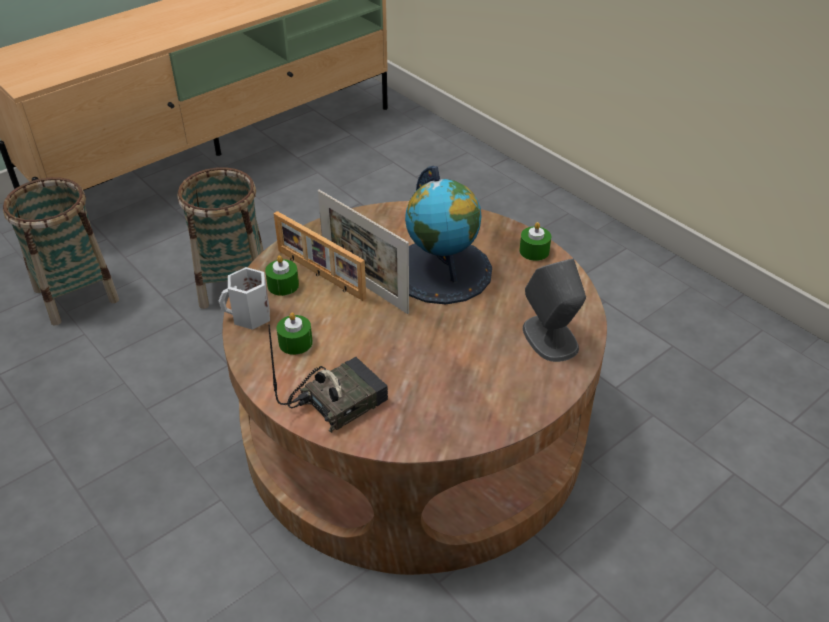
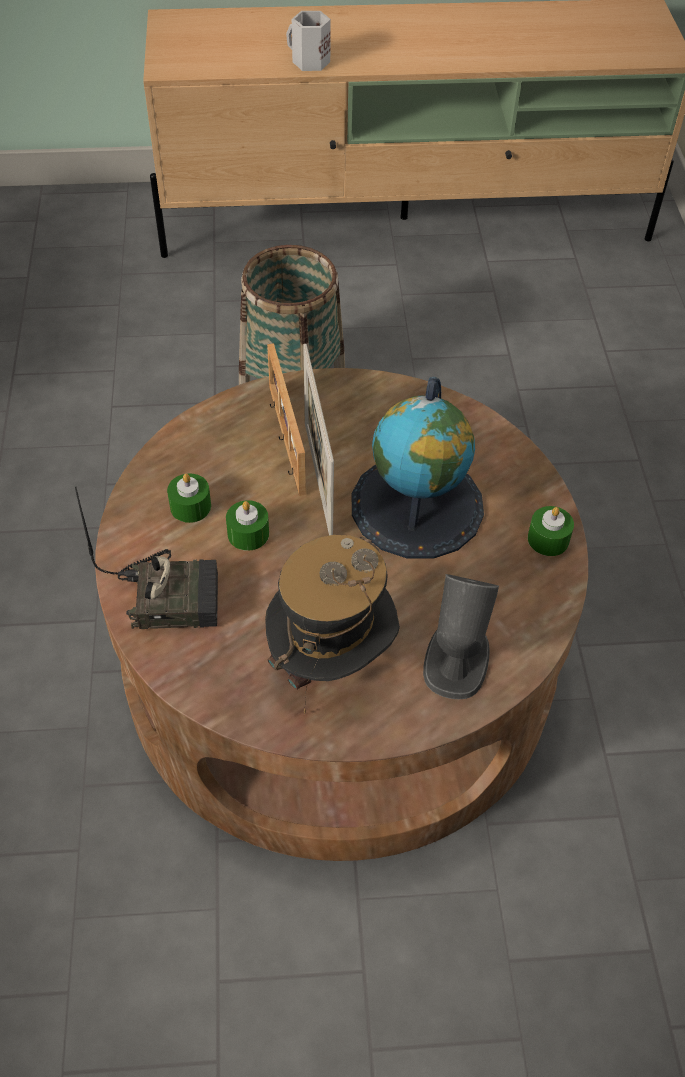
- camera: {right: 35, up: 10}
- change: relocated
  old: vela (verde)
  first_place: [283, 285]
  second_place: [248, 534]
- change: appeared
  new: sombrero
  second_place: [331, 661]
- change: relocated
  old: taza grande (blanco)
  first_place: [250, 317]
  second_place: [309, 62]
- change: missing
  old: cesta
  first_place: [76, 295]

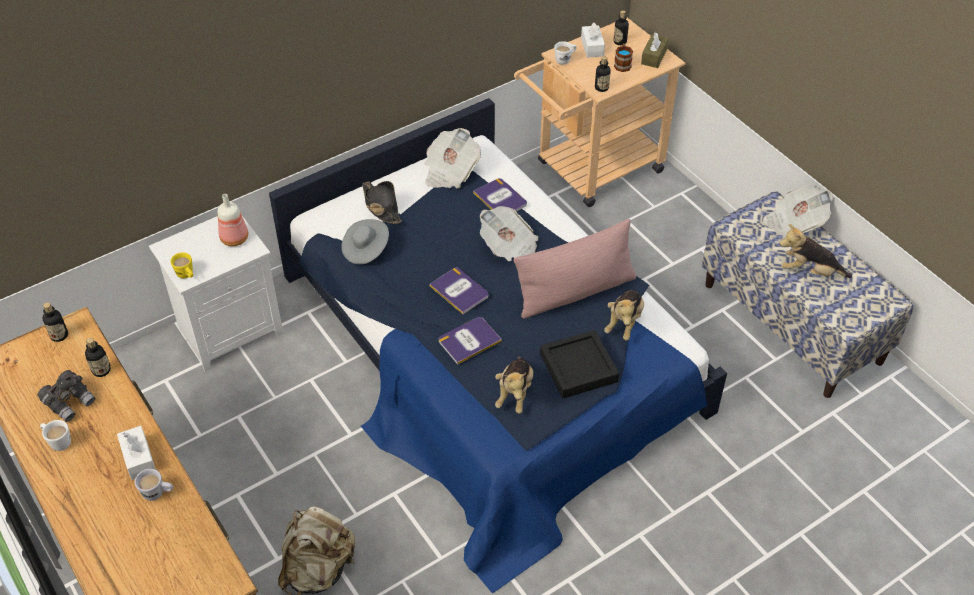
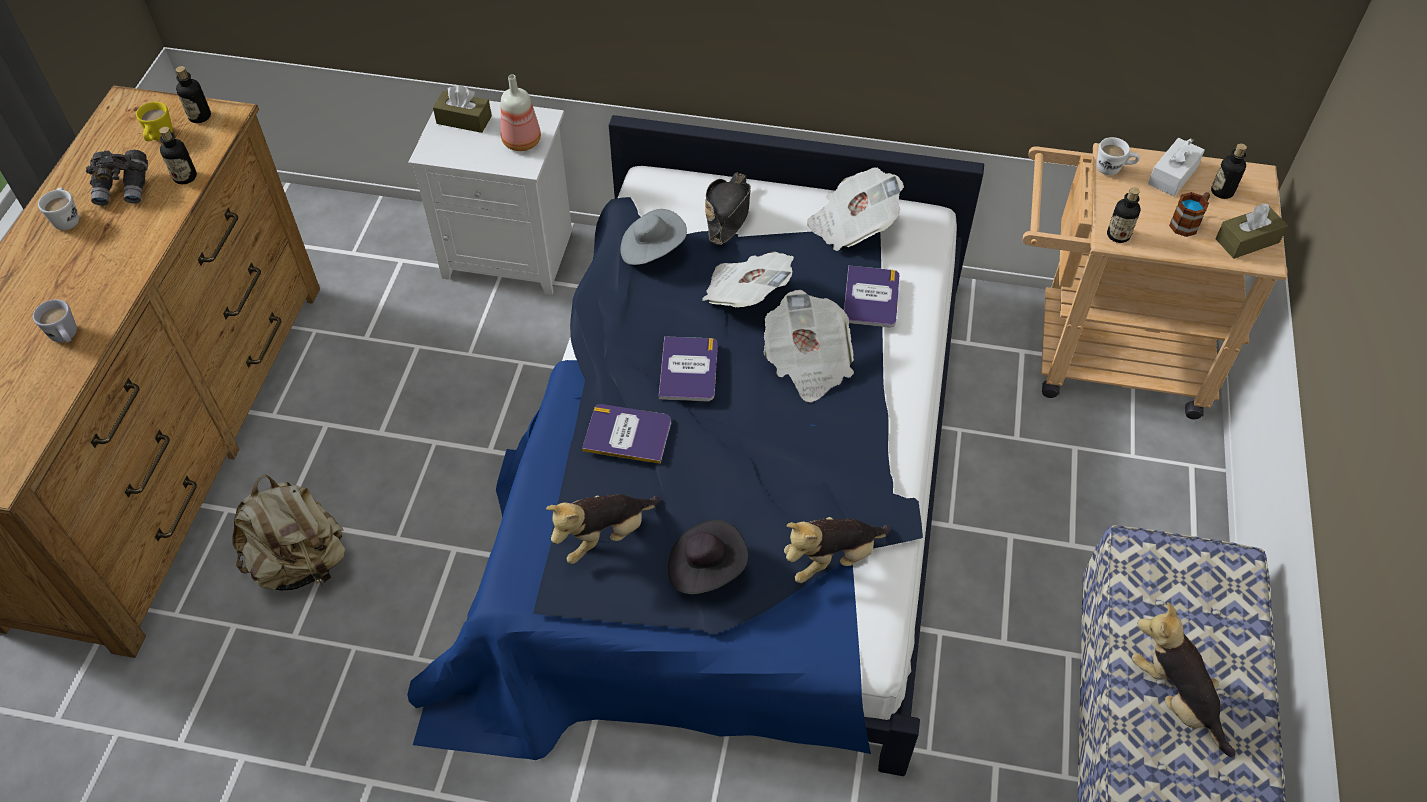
- camera: {right: 45, up: 5}
- change: relocated
  old: taza grande (amarillo)
  first_place: [186, 275]
  second_place: [159, 138]
- change: appeared
  new: caja de pañuelos (marrón)
  second_place: [464, 120]
- change: exchanged
  old: bandeja (negro)
  new: sombrero (negro)
  first_place: [578, 368]
  second_place: [706, 567]
- change: relocated
  old: periódico
  first_place: [794, 223]
  second_place: [746, 294]
- change: missing
  old: caja de pañuelos (blanco)
  first_place: [138, 458]
- change: missing
  old: cojín (rosa)
  first_place: [575, 292]

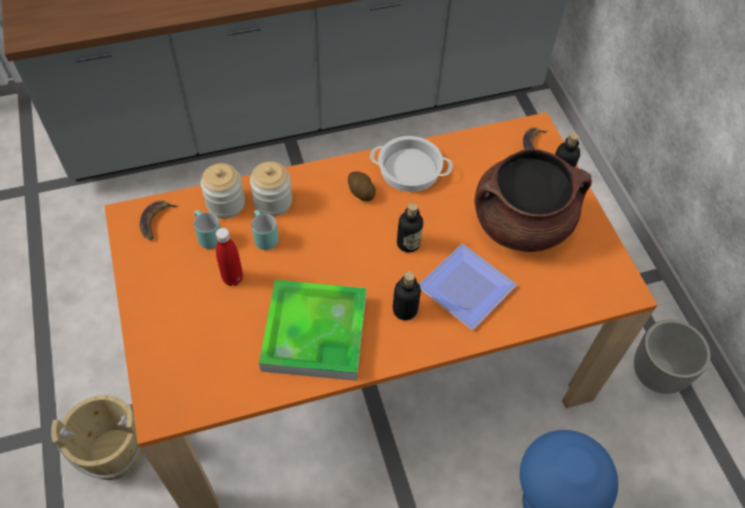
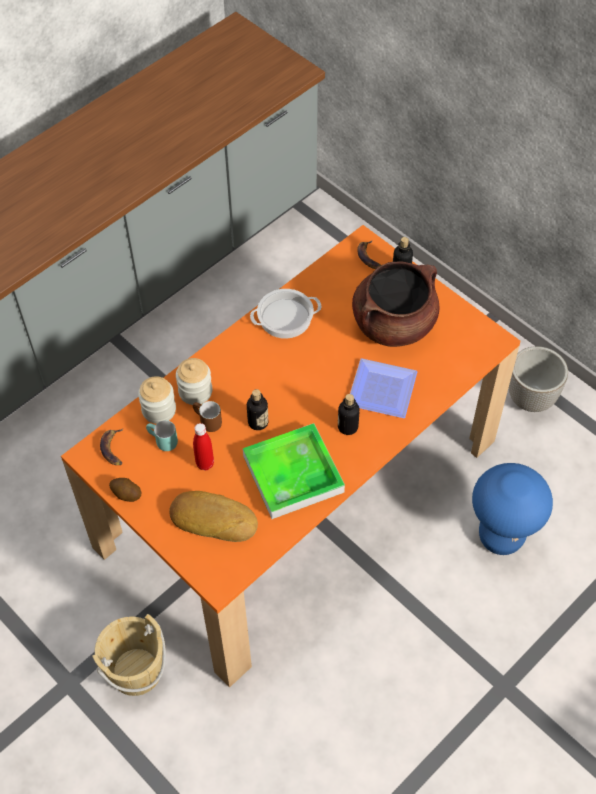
- camera: {right: -25, up: 0}
- change: relocated
  old: patata
  first_place: [360, 192]
  second_place: [126, 494]
- change: appeared
  new: pan
  second_place: [213, 518]
- change: colour
  old: taza grande (turquesa)
  new: taza grande (marrón)
  first_place: [262, 237]
  second_place: [206, 422]
- change: relocated
  old: botella
  first_place: [408, 243]
  second_place: [258, 422]

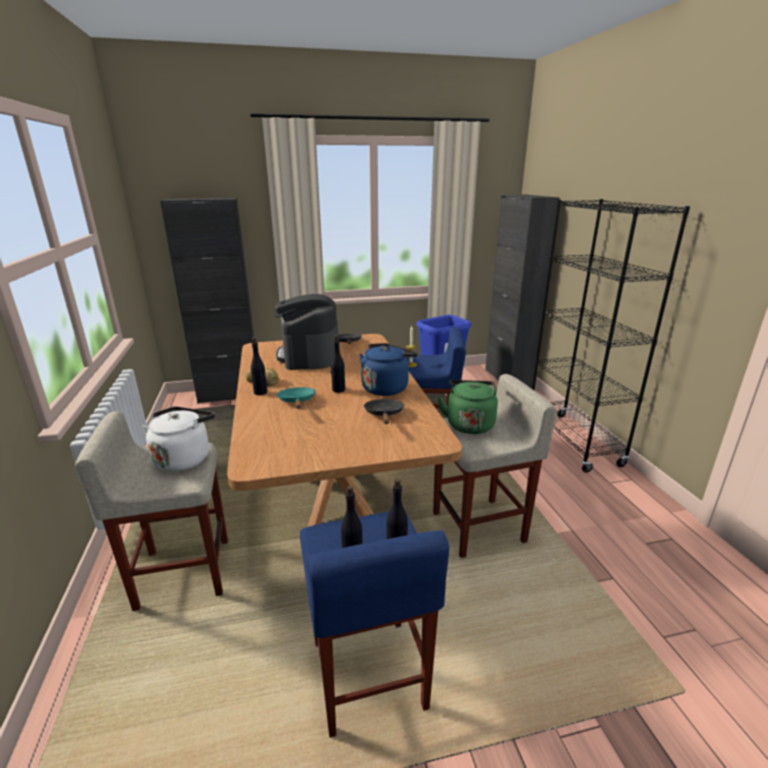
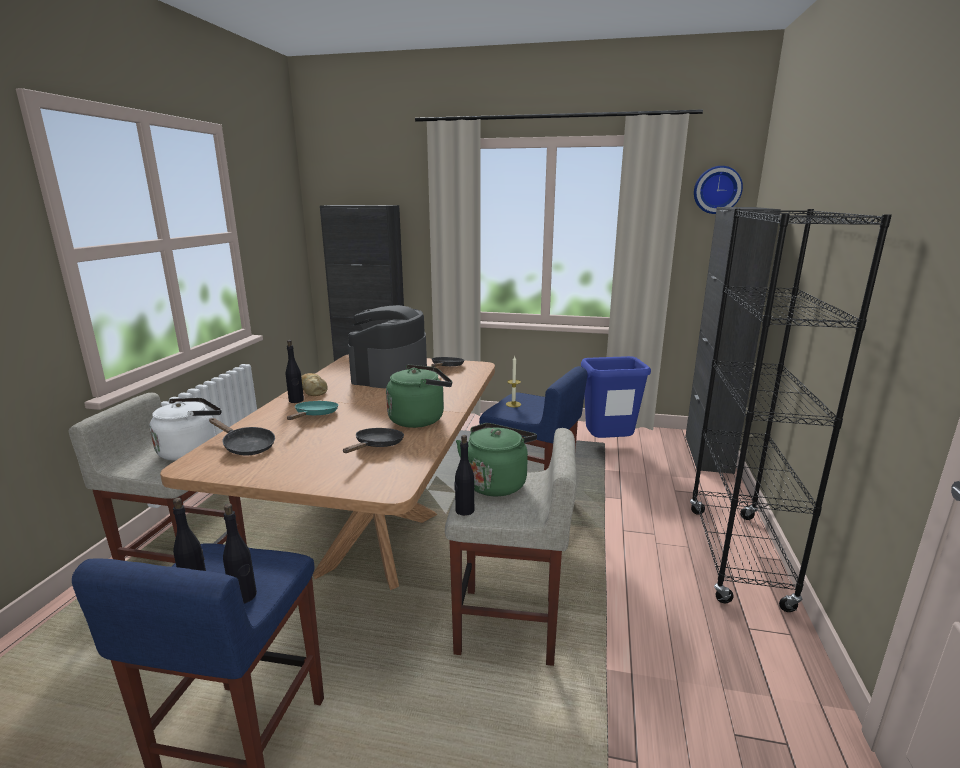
- camera: {right: 25, up: -5}
- change: appeared
  new: sartén (negro)
  second_place: [246, 446]
- change: colour
  old: hervidor (azul)
  new: hervidor (verde)
  first_place: [386, 387]
  second_place: [420, 419]
- change: relocated
  old: botella (negro)
  first_place: [338, 390]
  second_place: [464, 510]
- change: appeared
  new: reloj de pared
  second_place: [717, 190]

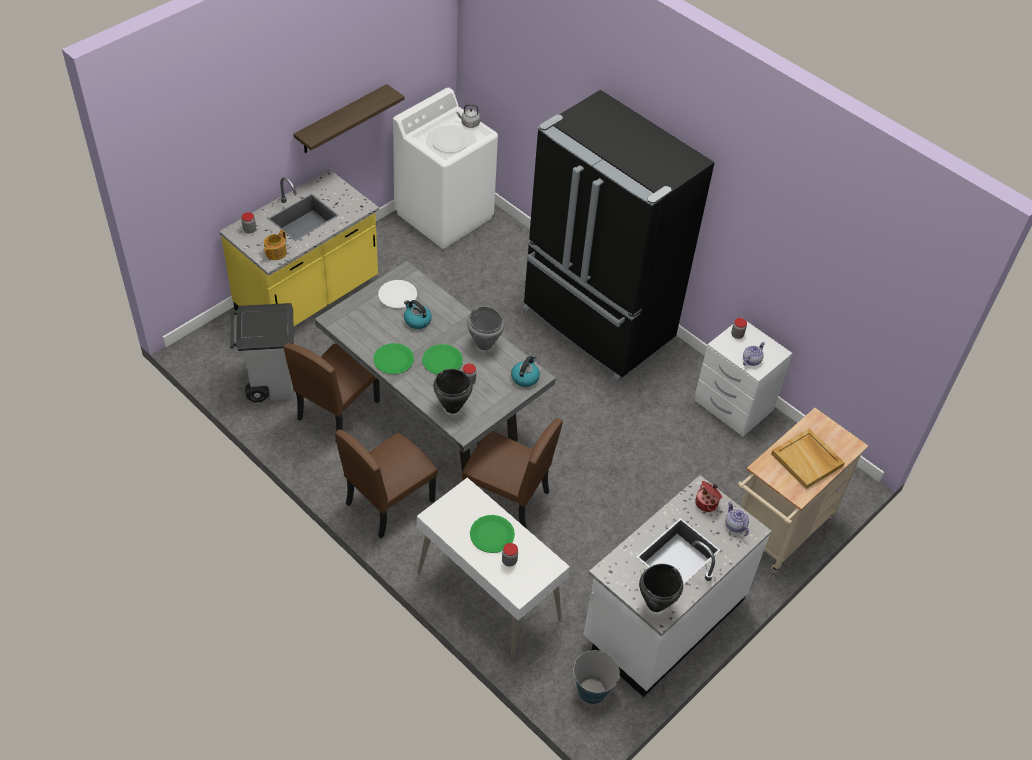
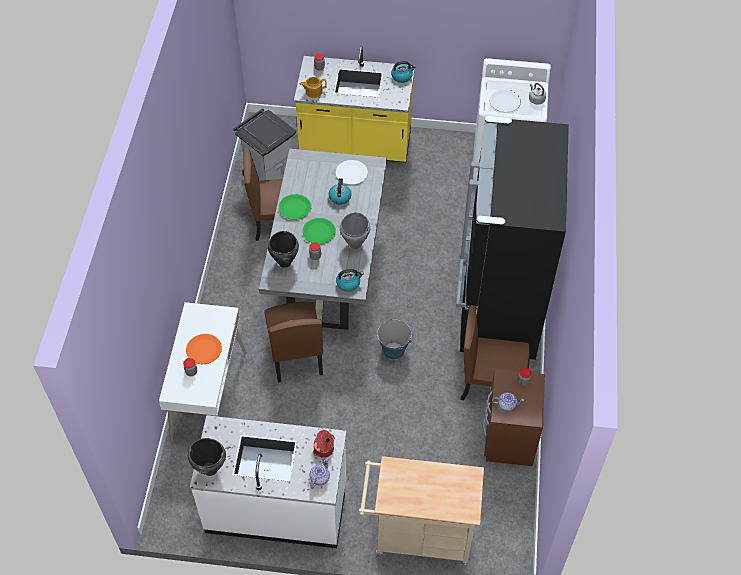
- camera: {right: 55, up: 5}
- change: colour
  old: plato (verde)
  new: plato (naranja)
  first_place: [492, 535]
  second_place: [204, 350]
- change: relocated
  old: cubo
  first_place: [592, 690]
  second_place: [393, 350]
- change: appeared
  new: hervidor
  second_place: [402, 76]
- change: relocated
  old: silla (marrón)
  first_place: [389, 501]
  second_place: [491, 383]
- change: colour
  old: mesita de noche (blanco)
  new: mesita de noche (marrón)
  first_place: [732, 406]
  second_place: [508, 437]
- change: missing
  old: estante
  first_place: [341, 120]
- change: missing
  old: bandeja (beis)
  first_place: [807, 460]

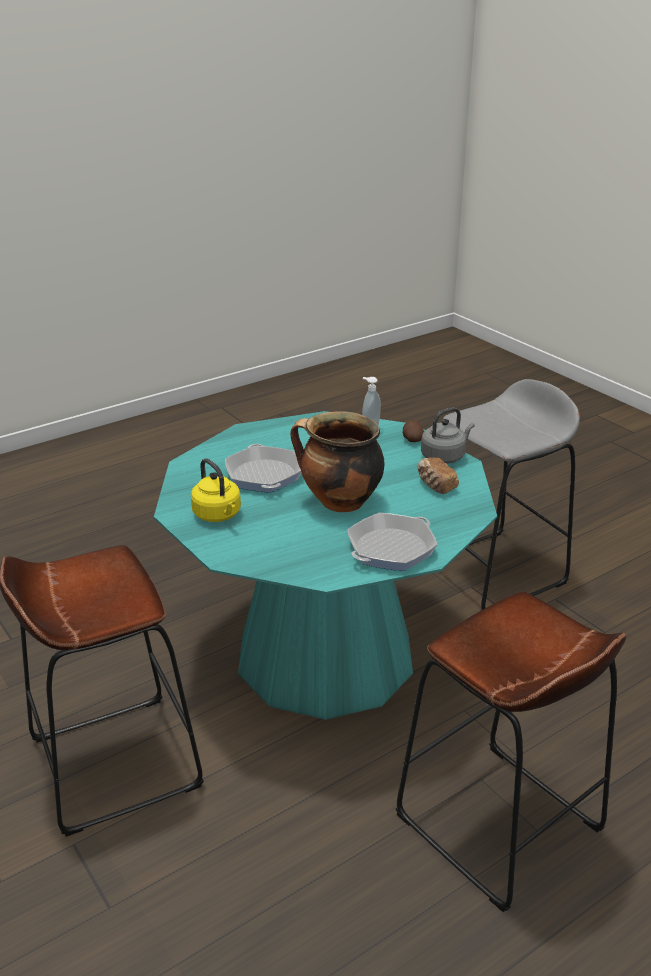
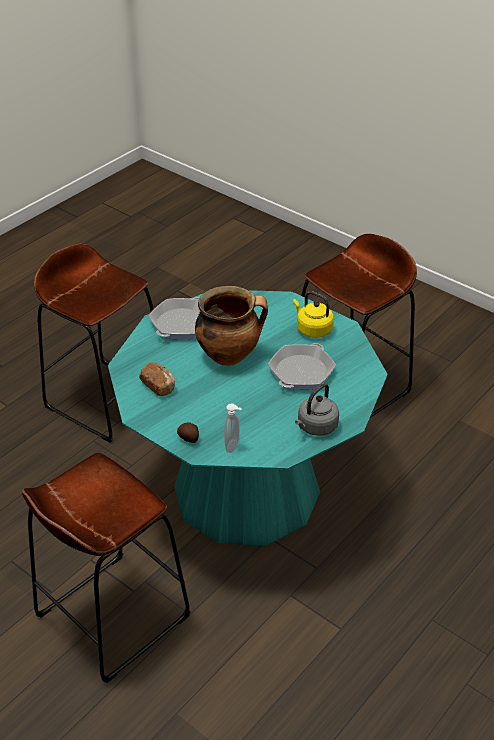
- camera: {right: 165, up: 10}
- change: colour
  old: taburete (gris)
  new: taburete (marrón)
  first_place: [492, 572]
  second_place: [112, 616]
- change: spun
  old: sartén
  first_place: [263, 475]
  second_place: [301, 372]
  degrees: 60
- change: relocated
  old: hervidor (gris)
  first_place: [444, 456]
  second_place: [316, 427]

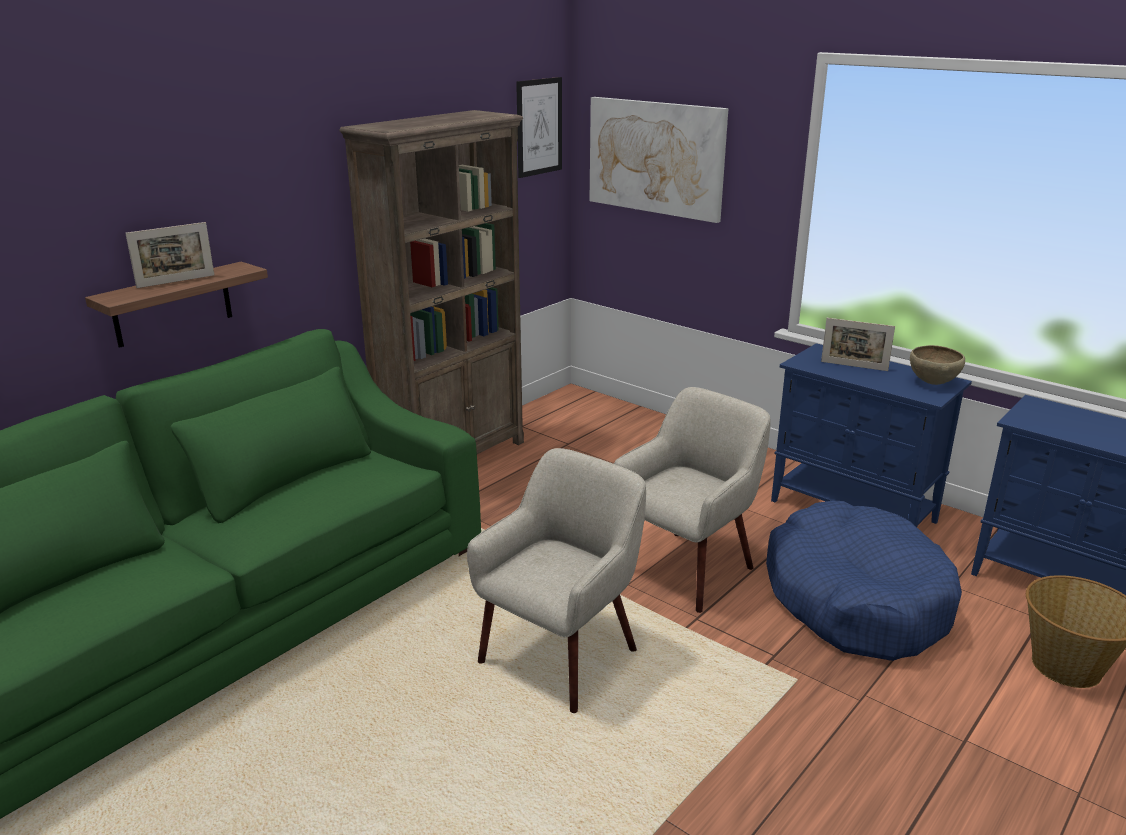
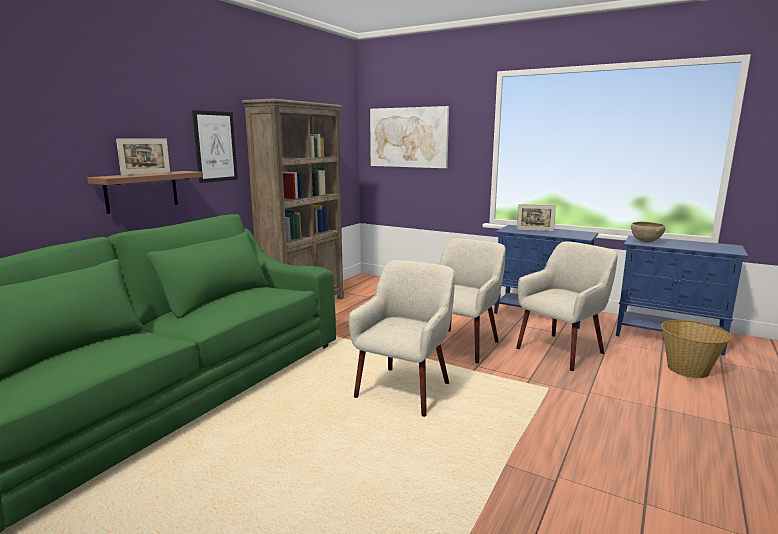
- camera: {right: -10, up: -10}
- change: relocated
  old: cuadro
  first_place: [539, 127]
  second_place: [215, 146]
- change: exchanged
  old: cama para perro (azul)
  new: sillón (beis)
  first_place: [855, 599]
  second_place: [561, 350]
- change: relocated
  old: cuenco (marrón)
  first_place: [932, 383]
  second_place: [645, 242]

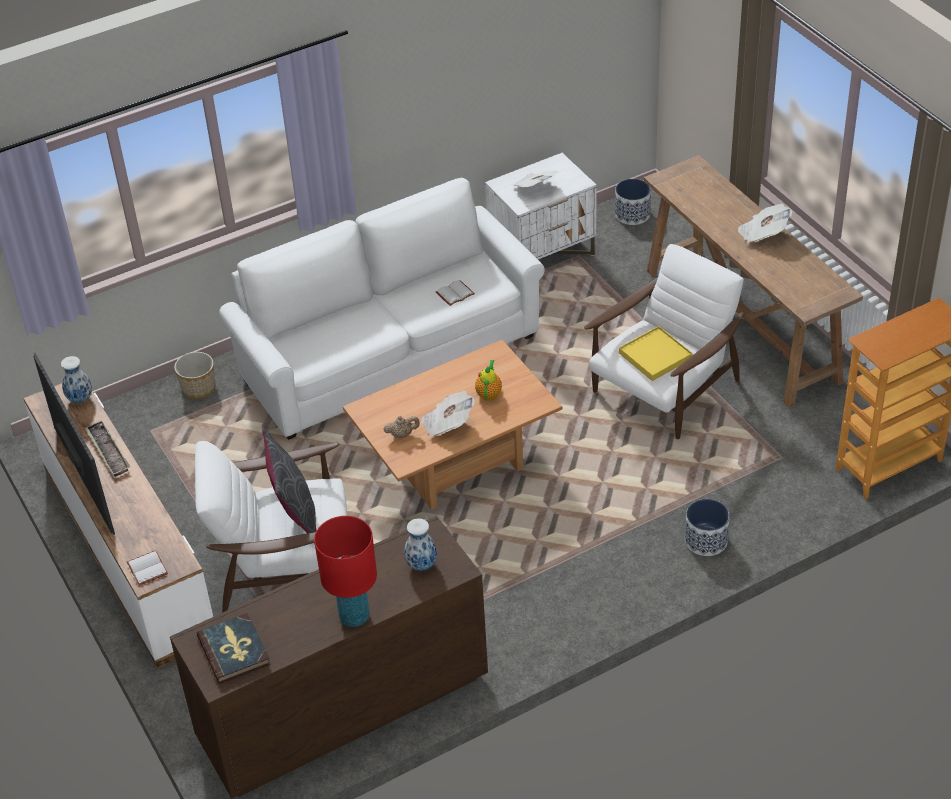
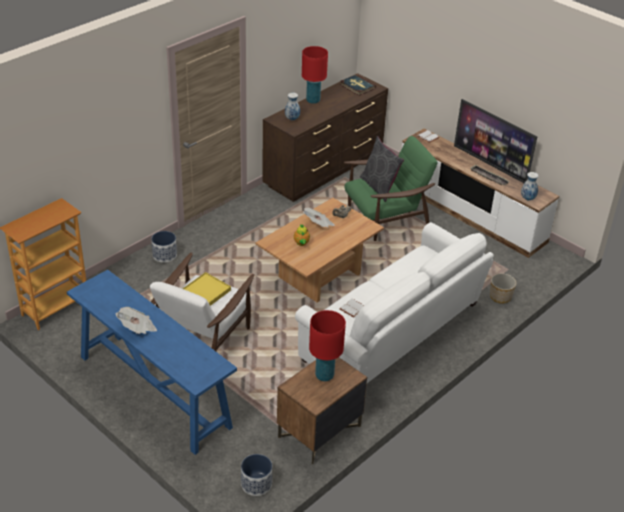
- camera: {right: 160, up: -5}
- change: colour
  old: mesa consola (marrón)
  new: mesa consola (azul)
  first_place: [742, 326]
  second_place: [153, 391]
- change: colour
  old: mesita de noche (blanco)
  new: mesita de noche (marrón)
  first_place: [542, 253]
  second_place: [319, 432]
- change: exchanged
  old: periódico
  new: lámpara de mesa (rojo)
  first_place: [535, 188]
  second_place: [324, 375]
- change: colour
  old: sillón (blanco)
  new: sillón (verde)
  first_place: [285, 564]
  second_place: [385, 217]

